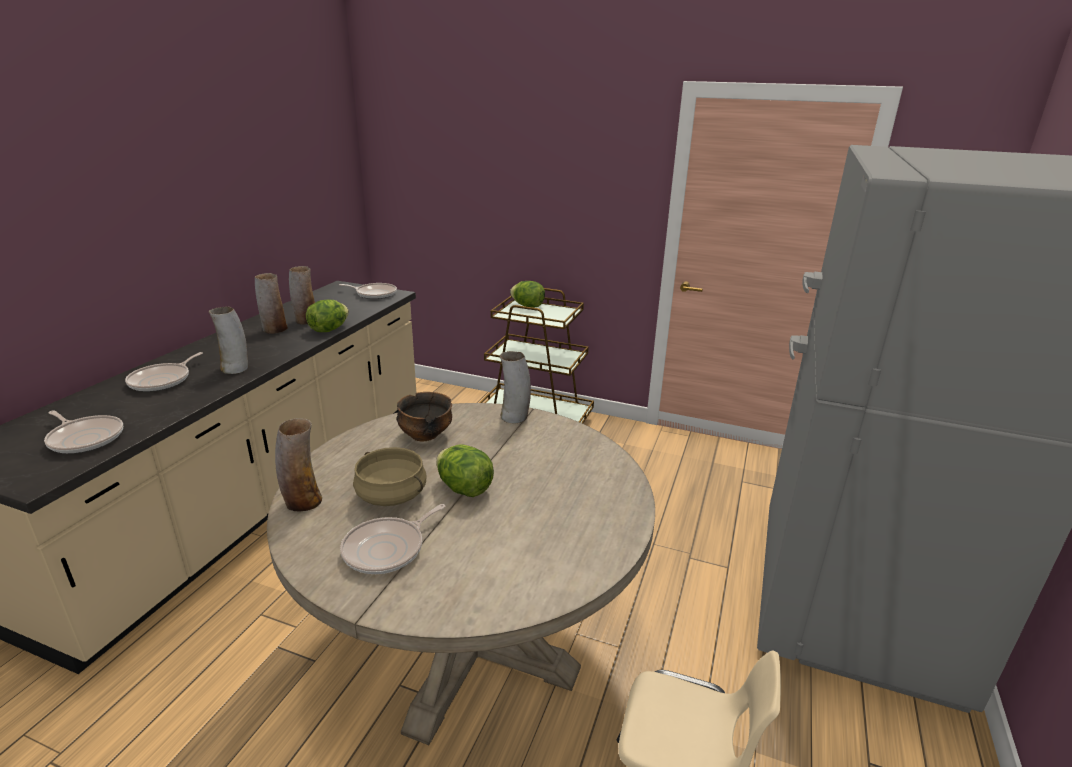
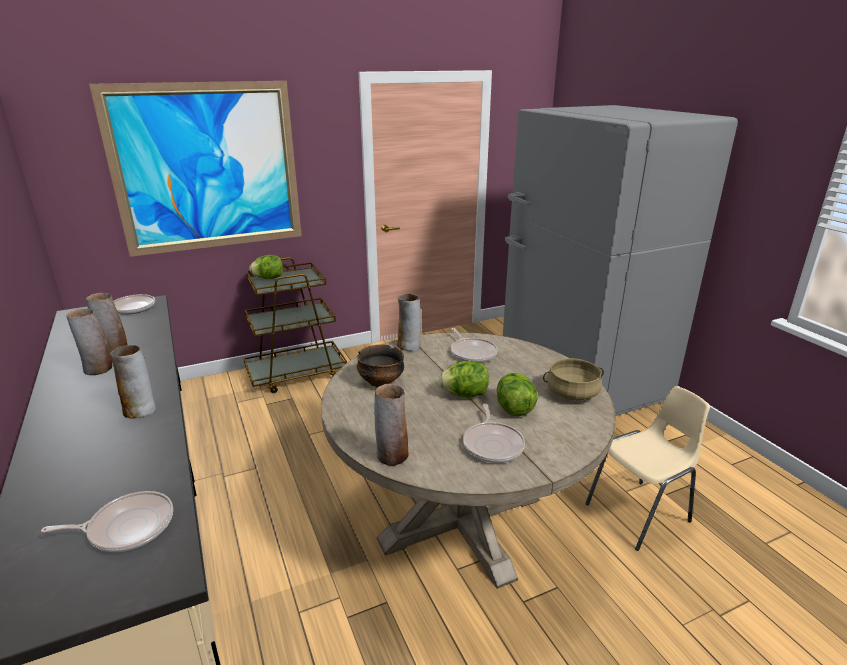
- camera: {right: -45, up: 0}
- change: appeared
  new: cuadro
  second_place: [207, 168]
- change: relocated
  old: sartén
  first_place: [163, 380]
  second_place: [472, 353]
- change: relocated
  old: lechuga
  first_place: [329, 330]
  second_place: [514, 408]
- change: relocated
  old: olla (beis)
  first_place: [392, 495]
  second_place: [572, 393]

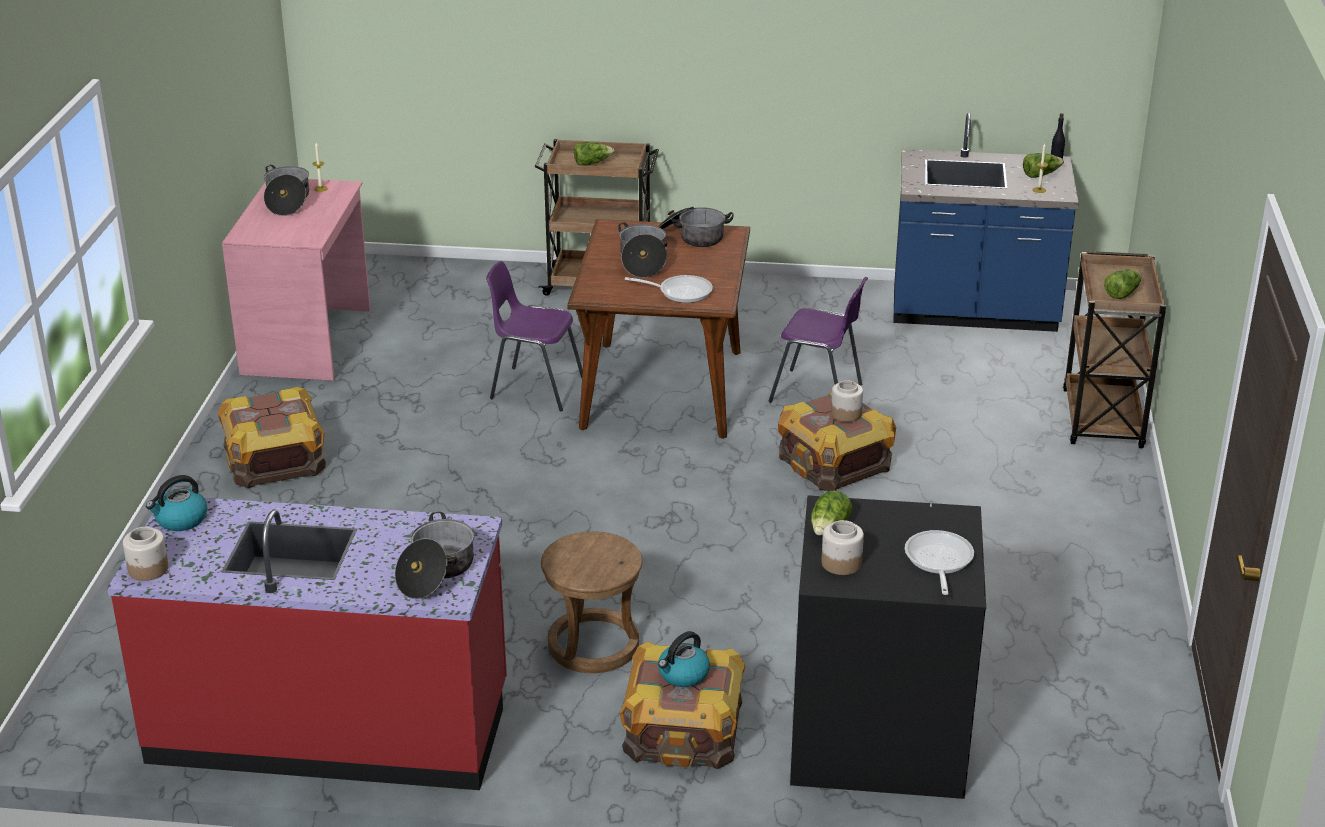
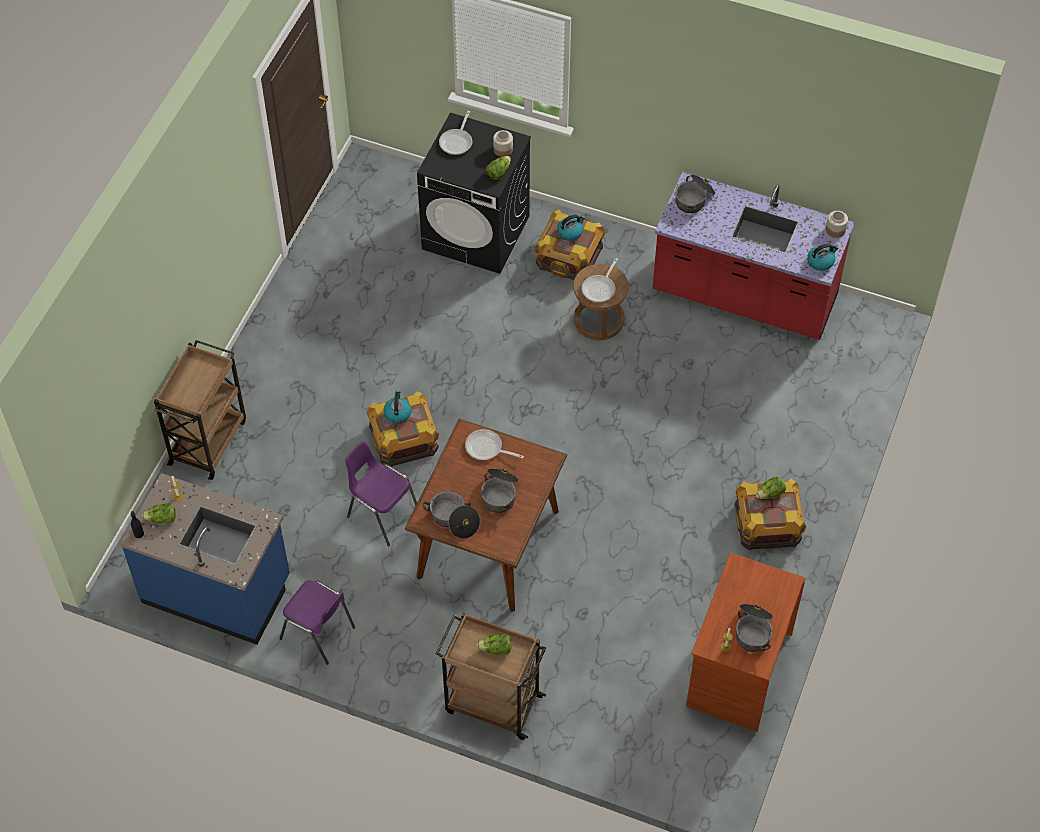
- camera: {right: -165, up: 25}
- change: relocated
  old: silla (morado)
  first_place: [535, 388]
  second_place: [319, 634]
- change: exchanged
  old: tarro
  new: hervidor
  first_place: [846, 414]
  second_place: [397, 413]
- change: appeared
  new: sartén
  second_place: [600, 288]
- change: colour
  old: escritorio (rosa)
  new: escritorio (marrón)
  first_place: [308, 342]
  second_place: [738, 669]
- change: relocated
  old: lechuga
  first_place: [1122, 293]
  second_place: [770, 493]

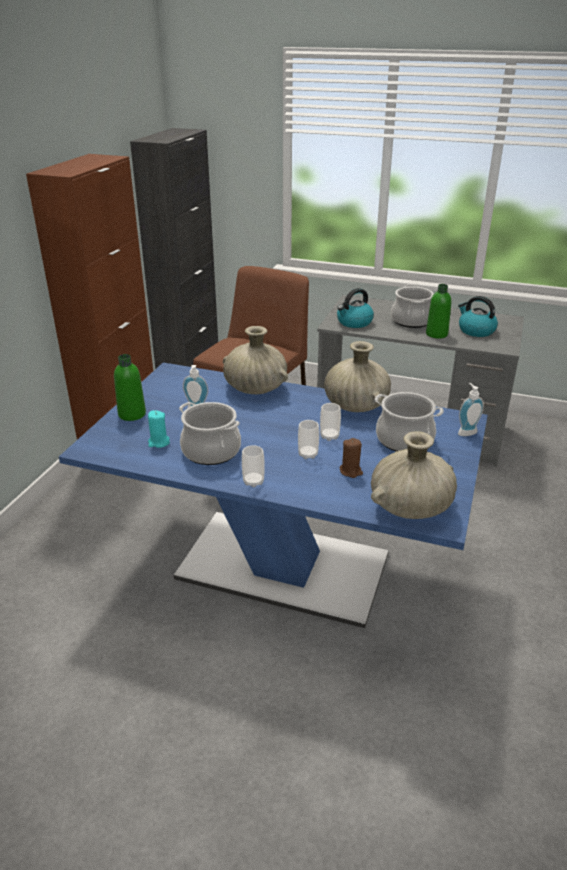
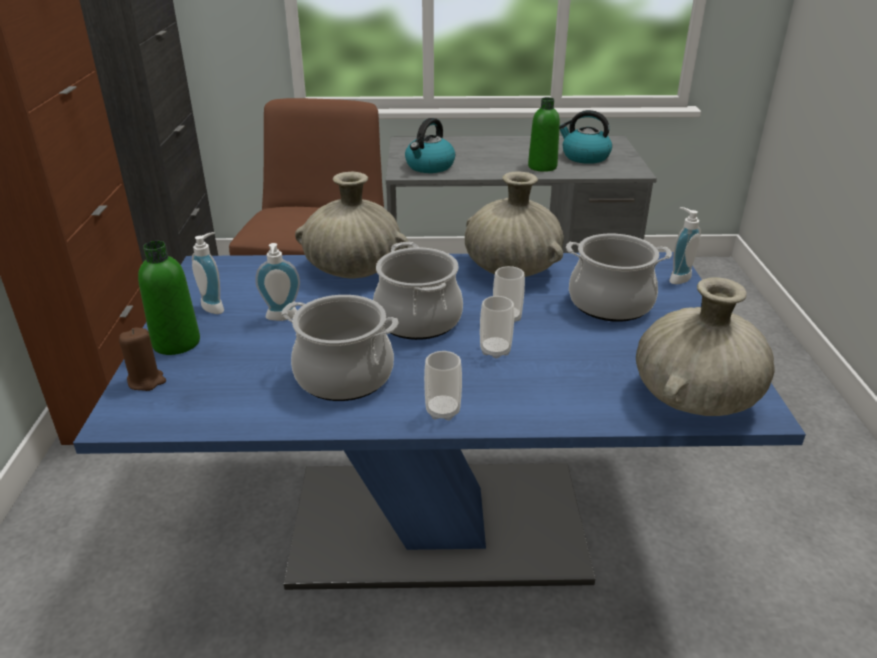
- camera: {right: -20, up: 0}
- change: relocated
  old: vela (marrón)
  first_place: [351, 471]
  second_place: [146, 381]
- change: appeared
  new: dispensador de jabón
  second_place: [216, 306]
- change: relocated
  old: olla
  first_place: [411, 321]
  second_place: [417, 320]
- change: missing
  old: vela (turquesa)
  first_place: [159, 442]

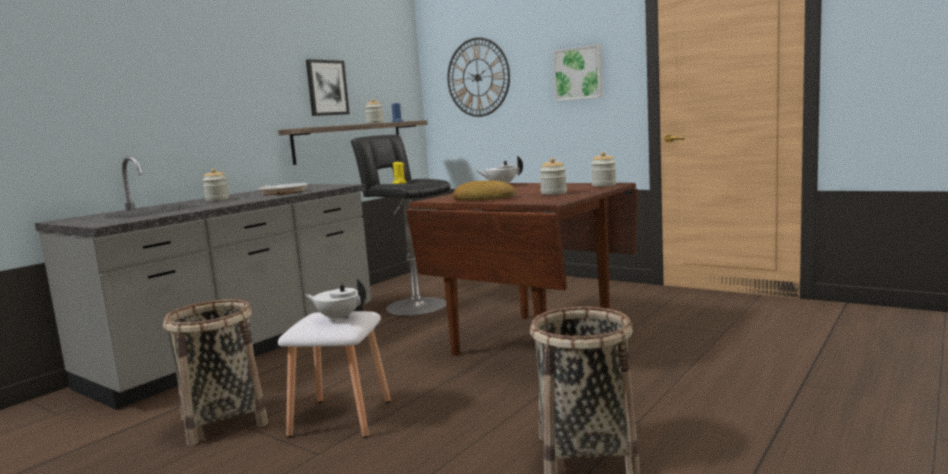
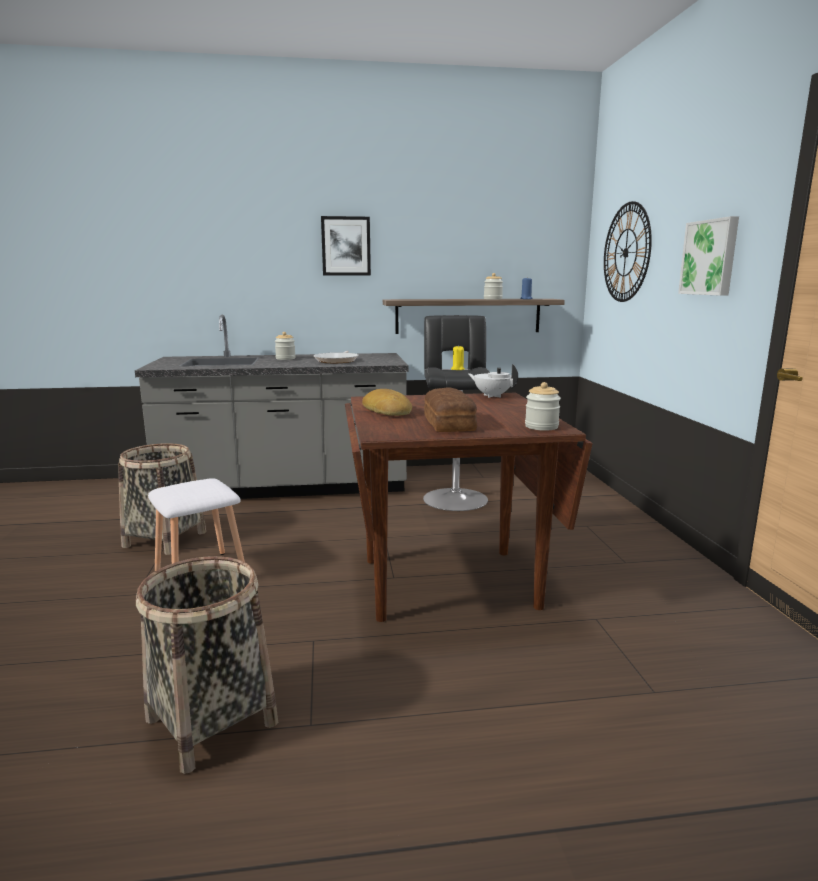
- camera: {right: 45, up: 5}
- change: relocated
  old: cuadro
  first_place: [327, 88]
  second_place: [346, 246]
- change: exchanged
  old: tarro
  new: pan
  first_place: [553, 193]
  second_place: [450, 423]
- change: missing
  old: tetera (blanco)
  first_place: [338, 318]

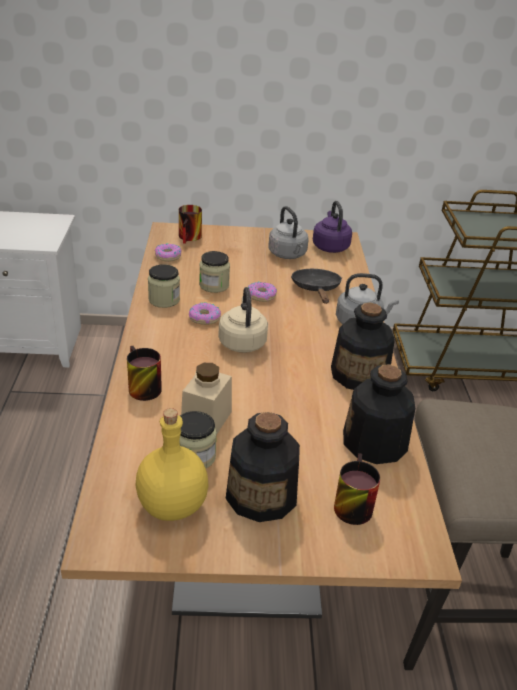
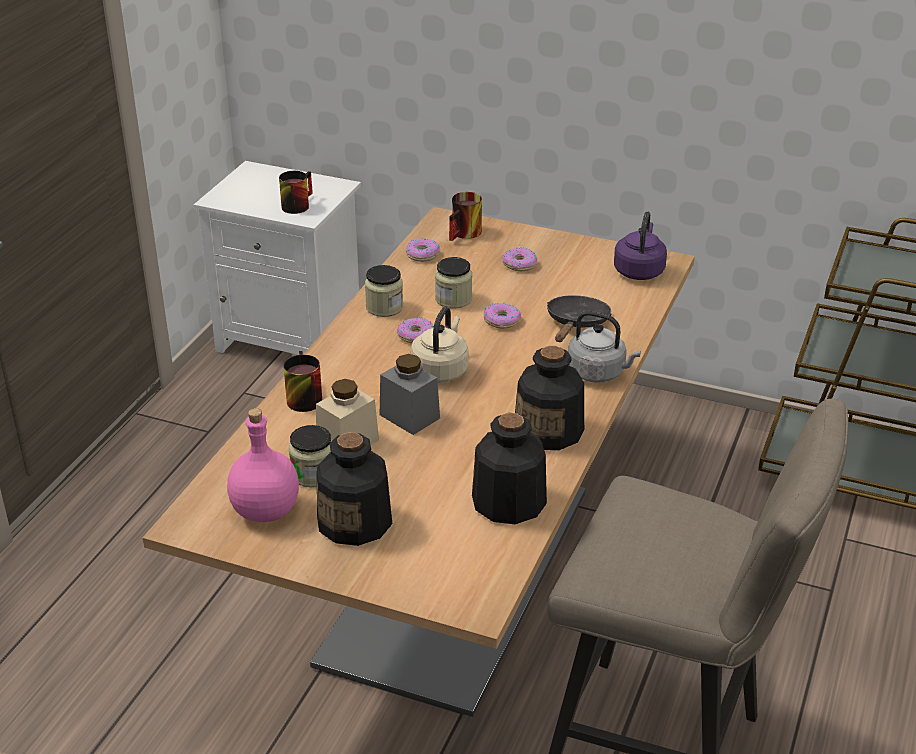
- camera: {right: 25, up: 0}
- change: colour
  old: botella (amarillo)
  new: botella (rosa)
  first_place: [171, 505]
  second_place: [264, 511]
- change: relocated
  old: taza grande
  first_place: [349, 503]
  second_place: [296, 204]
- change: appeared
  new: tarro (gris)
  second_place: [409, 416]
- change: appeared
  new: rosquilla
  second_place: [519, 264]
- change: missing
  old: hervidor (gris)
  first_place: [288, 255]

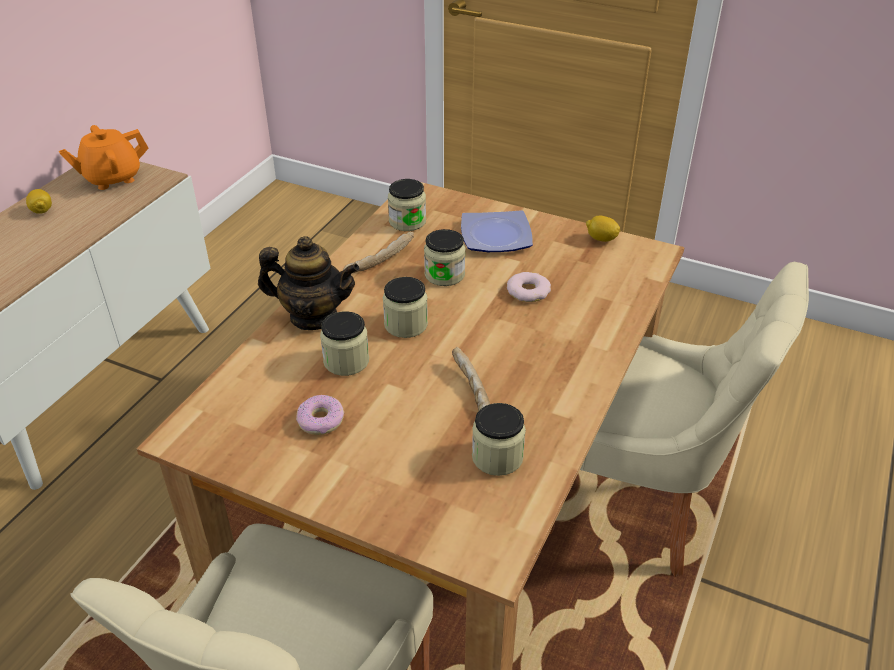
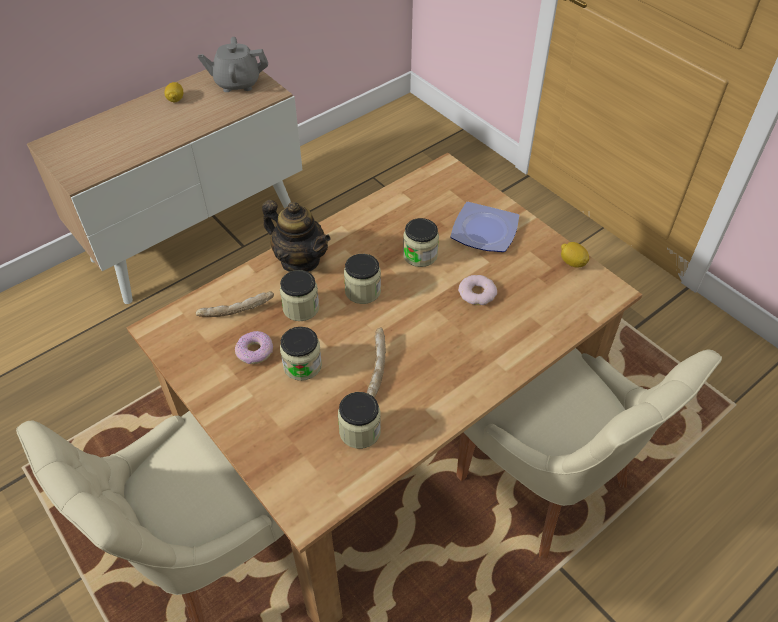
- camera: {right: 25, up: 10}
- change: relocated
  old: pan
  first_place: [379, 260]
  second_place: [236, 309]
- change: colour
  old: tetera (naranja)
  new: tetera (gris)
  first_place: [112, 178]
  second_place: [237, 83]
- change: relocated
  old: tarro
  first_place: [407, 221]
  second_place: [302, 365]

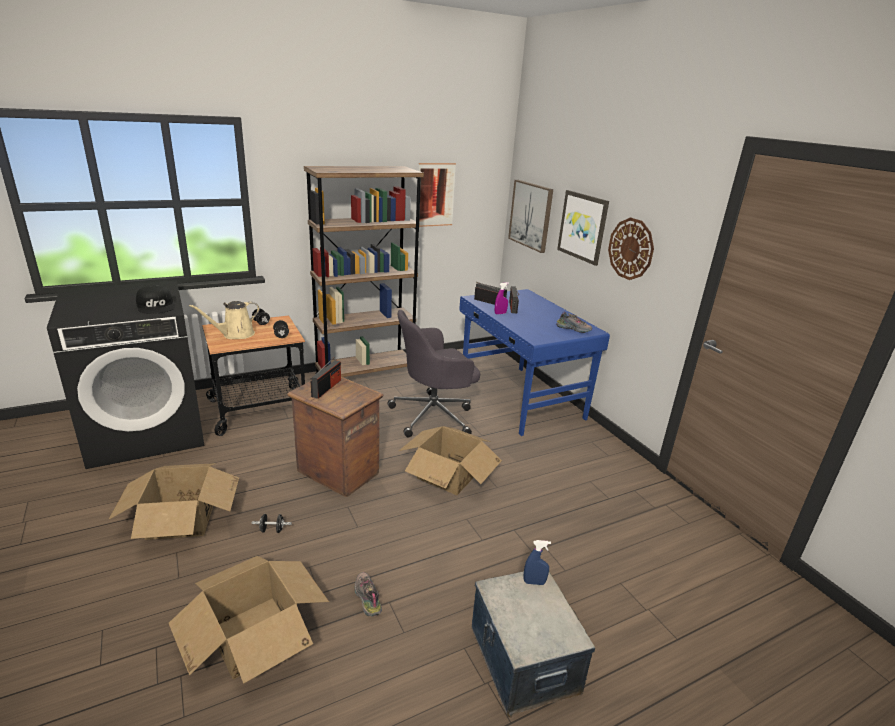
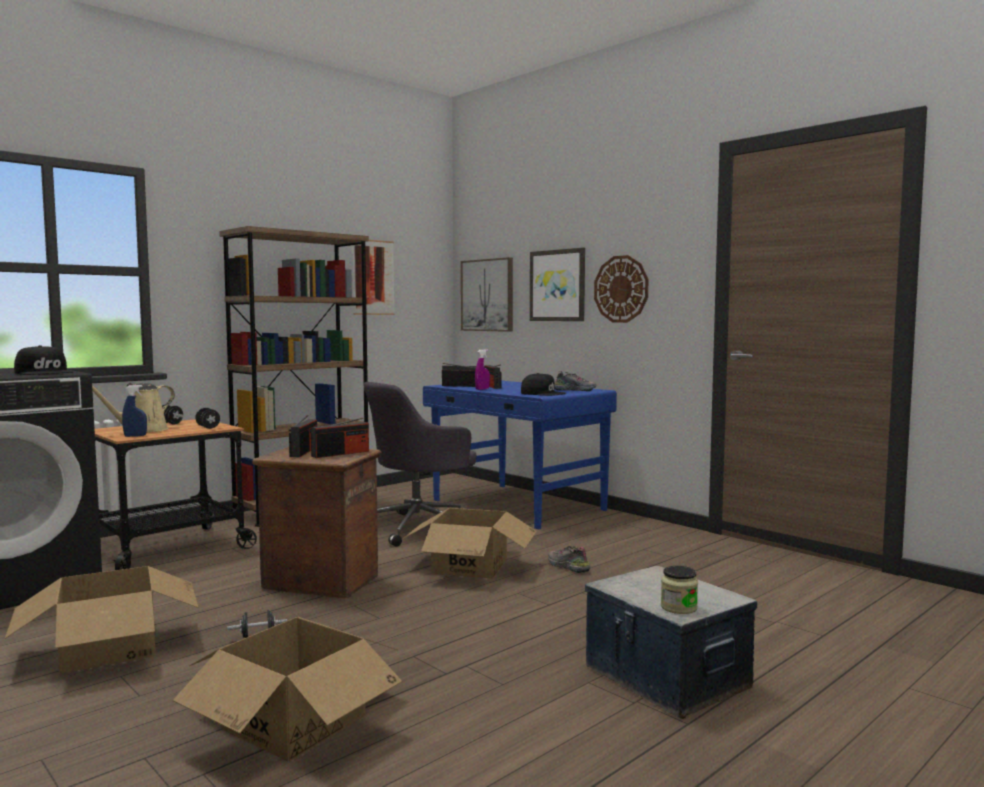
- camera: {right: -15, up: -20}
- change: relocated
  old: pulverizador (azul)
  first_place: [534, 582]
  second_place: [135, 436]
- change: appeared
  new: radio
  second_place: [340, 454]
- change: appeared
  new: gorra (negro)
  second_place: [543, 393]
- change: relocated
  old: zapato
  first_place: [366, 597]
  second_place: [567, 567]
- change: appeared
  new: tarro
  second_place: [678, 607]

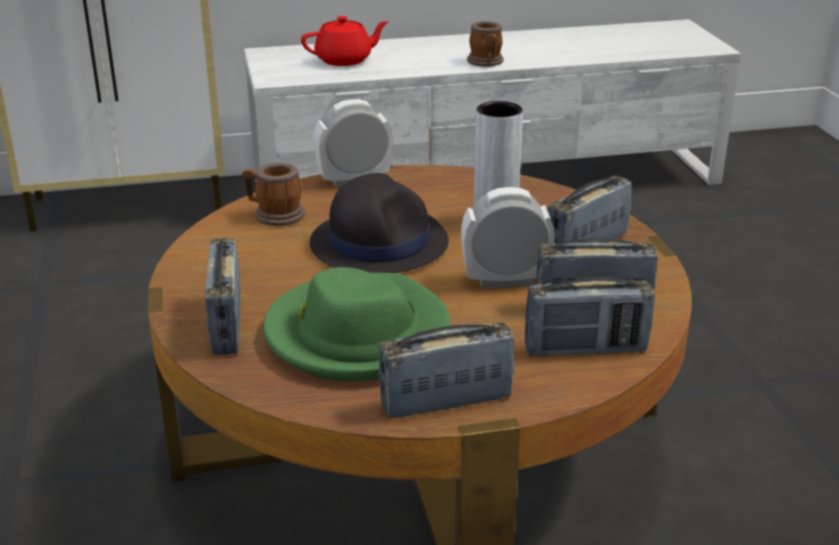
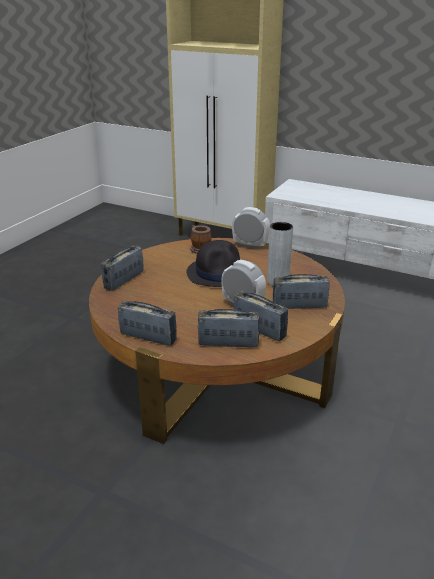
- camera: {right: 40, up: 0}
- change: spun
  old: radio
  first_place: [585, 349]
  second_place: [228, 343]
  degrees: 150
- change: missing
  old: sombrero (verde)
  first_place: [356, 333]
- change: missing
  old: tetera (rojo)
  first_place: [345, 60]
- change: missing
  old: taza grande
  first_place: [486, 62]

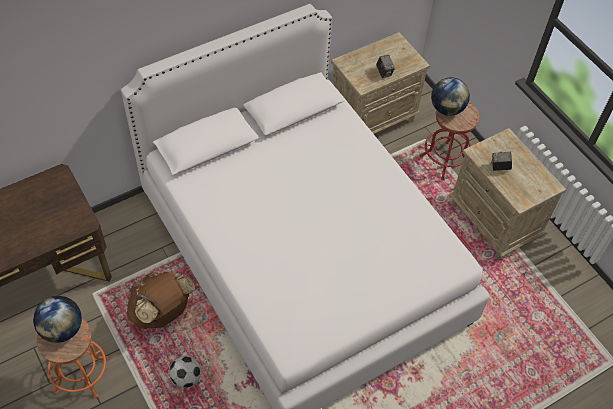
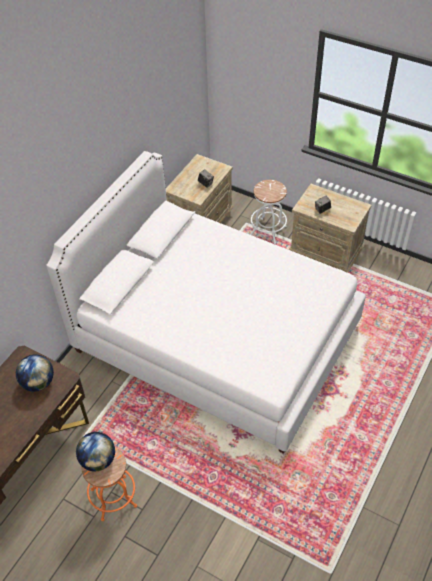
- camera: {right: -25, up: -5}
- change: relocated
  old: globo terráqueo
  first_place: [447, 109]
  second_place: [38, 382]
- change: colour
  old: taburete (rojo)
  new: taburete (blanco)
  first_place: [444, 160]
  second_place: [268, 231]
- change: missing
  old: mochila (marrón)
  first_place: [162, 313]
- change: missing
  old: balón de fútbol
  first_place: [186, 377]

